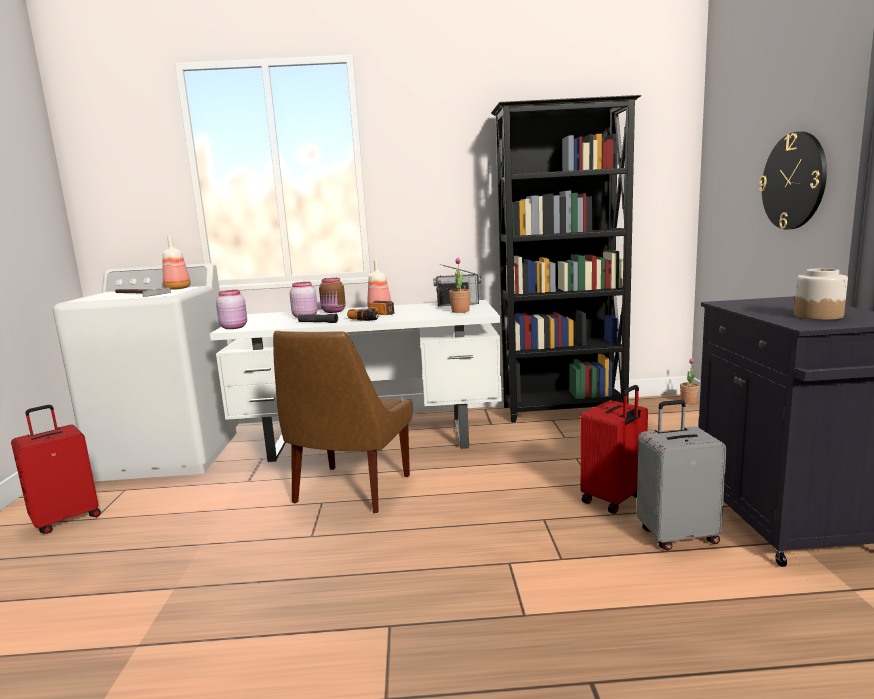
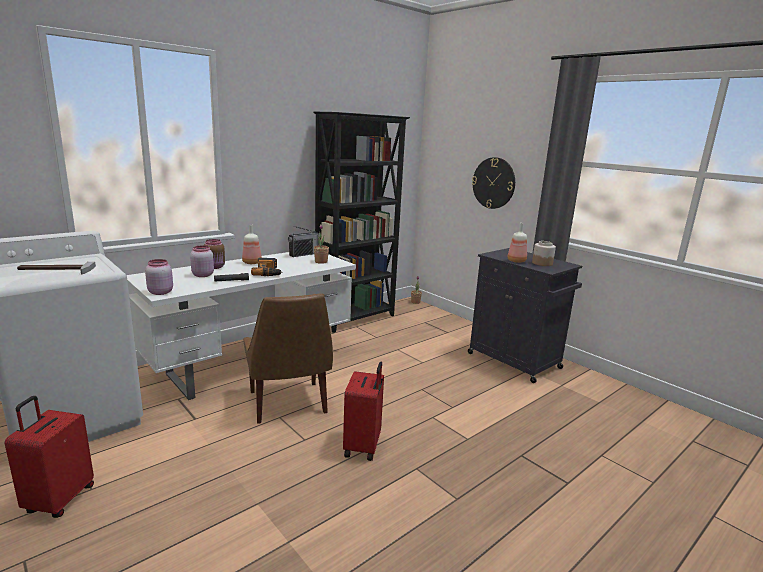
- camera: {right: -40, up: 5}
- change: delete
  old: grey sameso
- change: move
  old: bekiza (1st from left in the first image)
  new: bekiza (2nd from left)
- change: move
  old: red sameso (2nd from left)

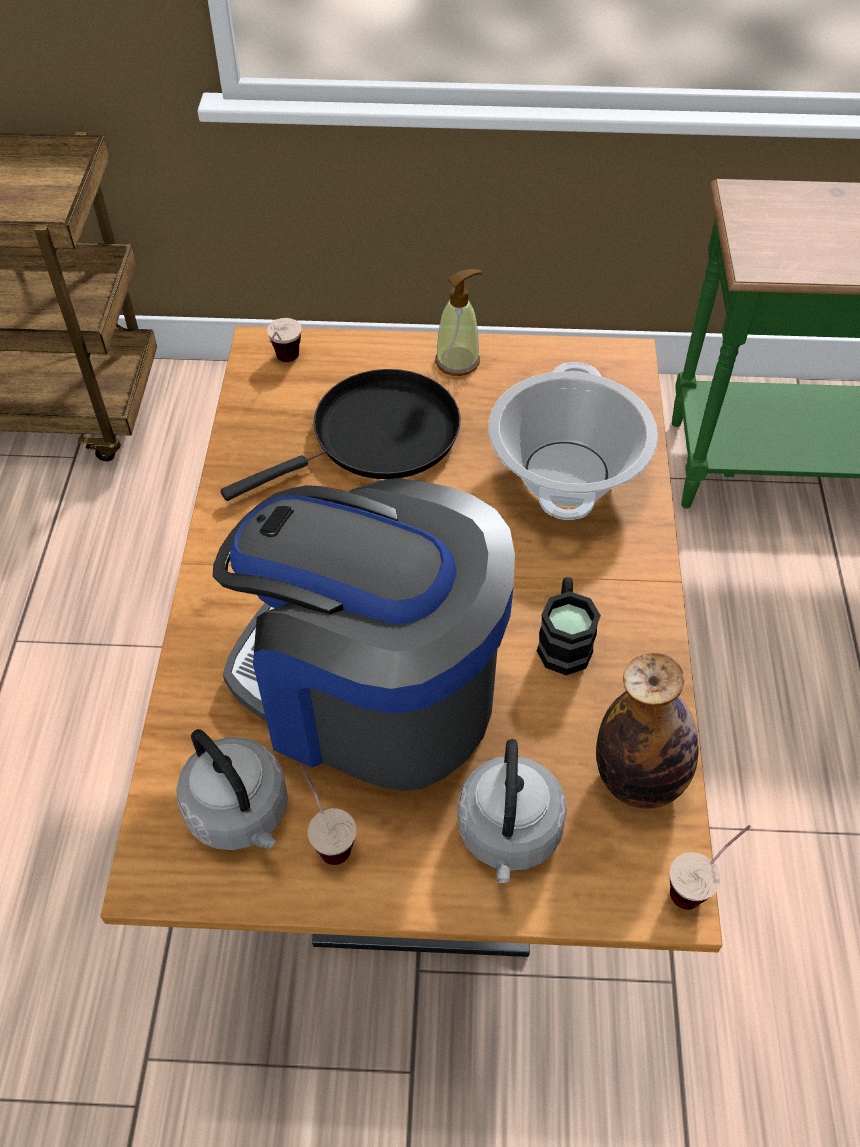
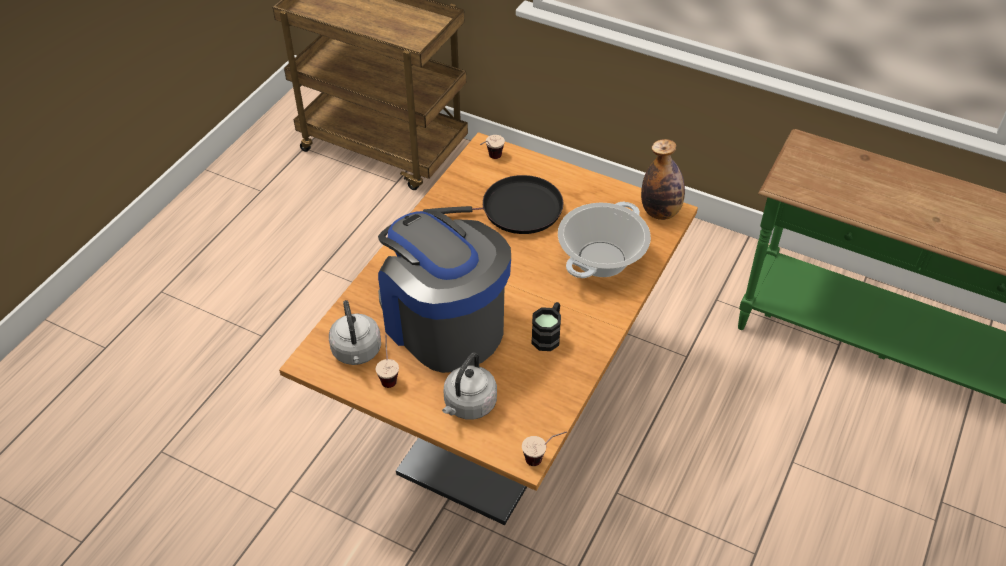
- camera: {right: 25, up: -5}
- change: delete
  old: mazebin
- change: move
  old: bekiza

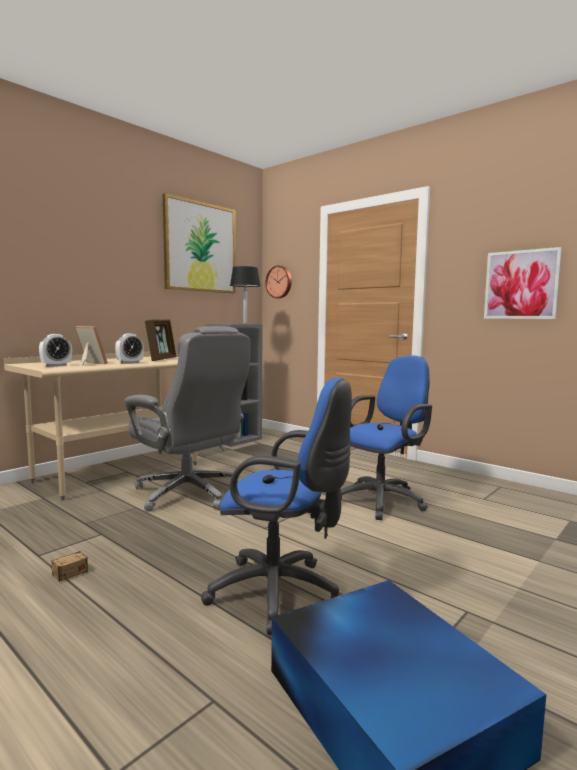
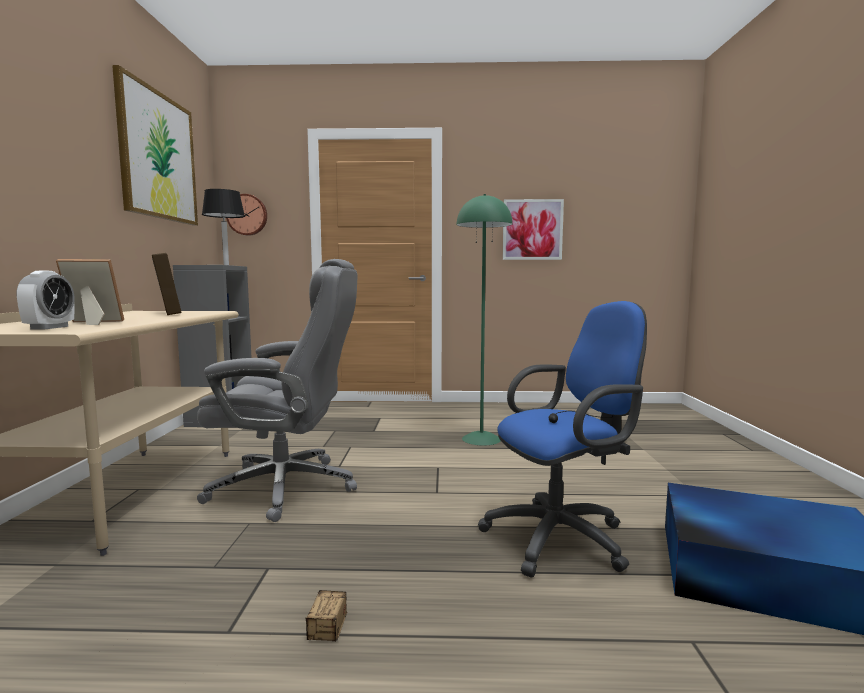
- camera: {right: -40, up: 0}
- change: delete
  old: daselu (2nd from left)
- change: replace
  old: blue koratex (2nd from left)
  new: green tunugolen

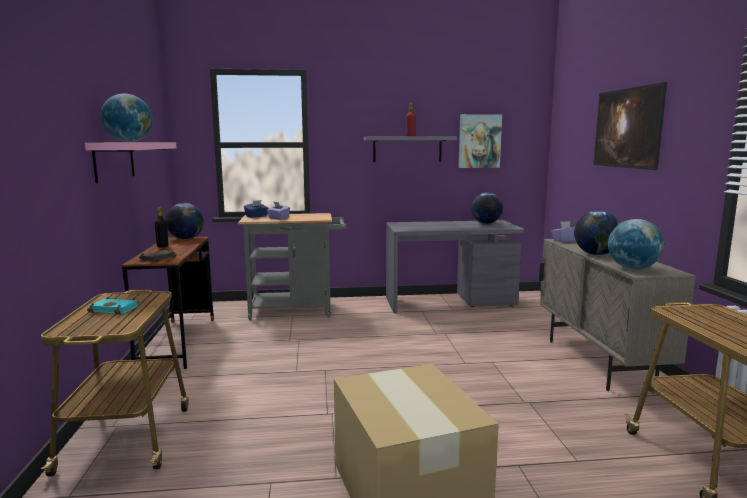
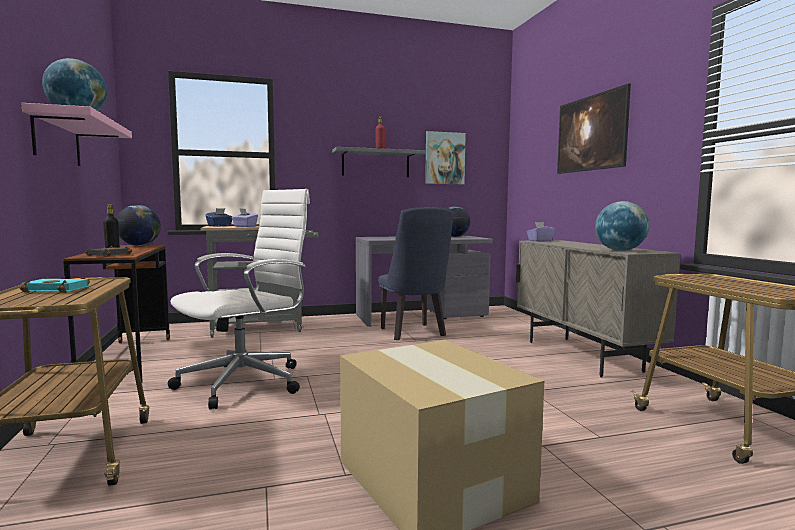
- camera: {right: -10, up: -5}
- change: delete
  old: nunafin (4th from left)
- change: insert
  new: white koratex
- change: insert
  new: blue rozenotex

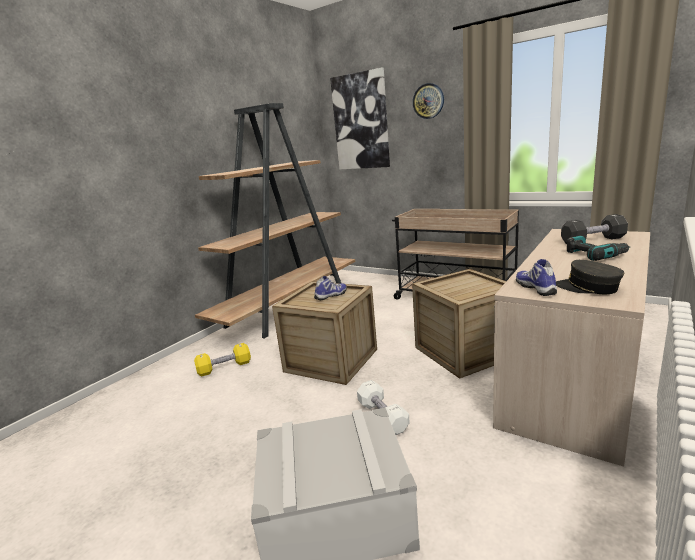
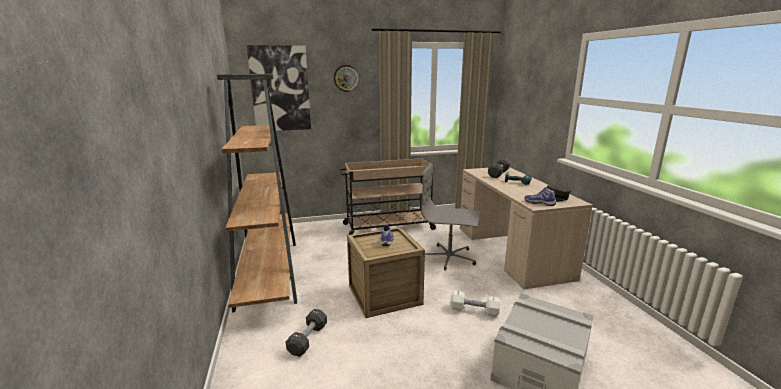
- camera: {right: -50, up: 0}
- change: replace
  old: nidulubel (2nd from left)
  new: grey koratex
- change: recolor
  old: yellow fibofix
  new: black fibofix (1st from left)

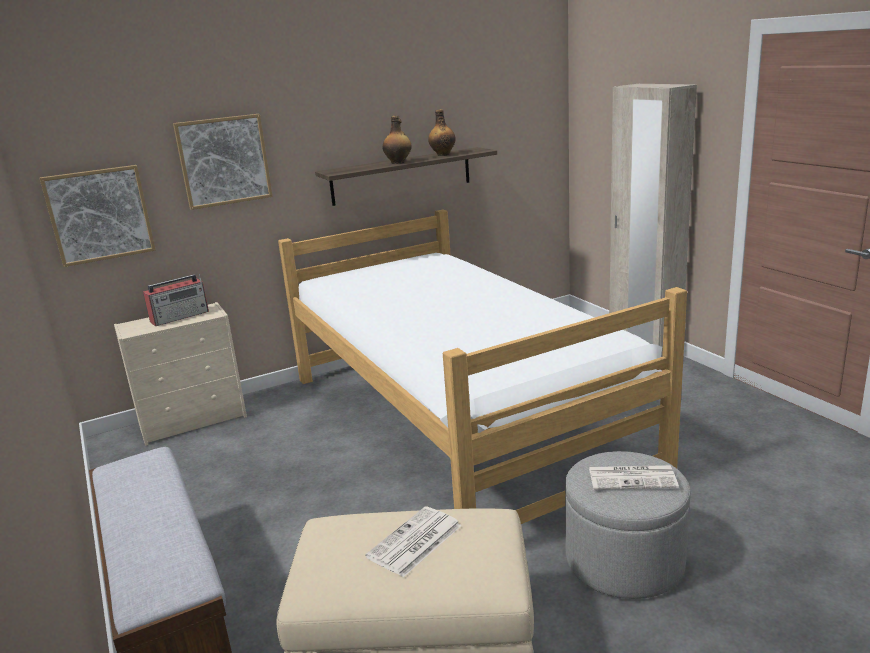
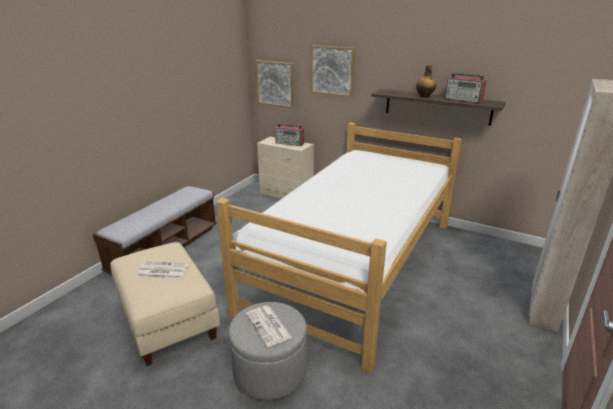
- camera: {right: 55, up: 5}
- change: replace
  old: bekiza (2nd from left)
  new: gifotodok (2nd from left)

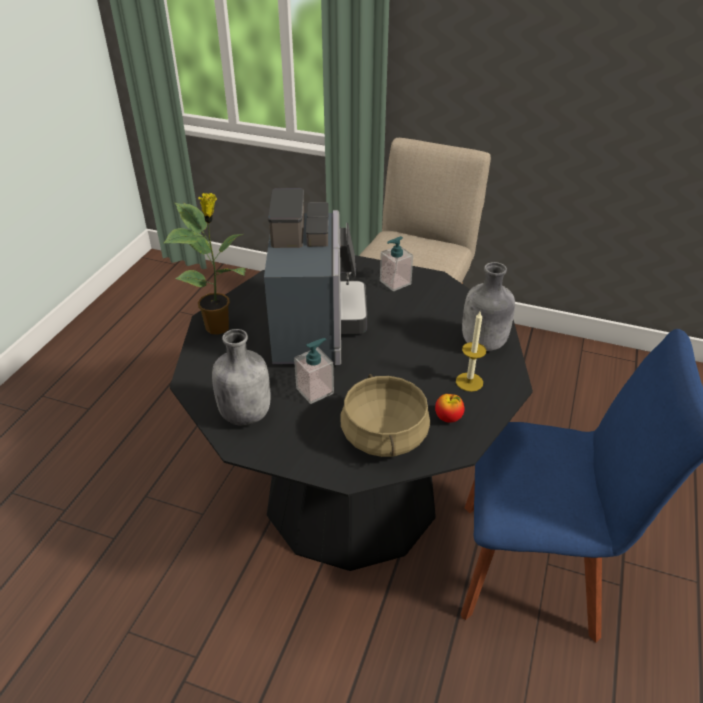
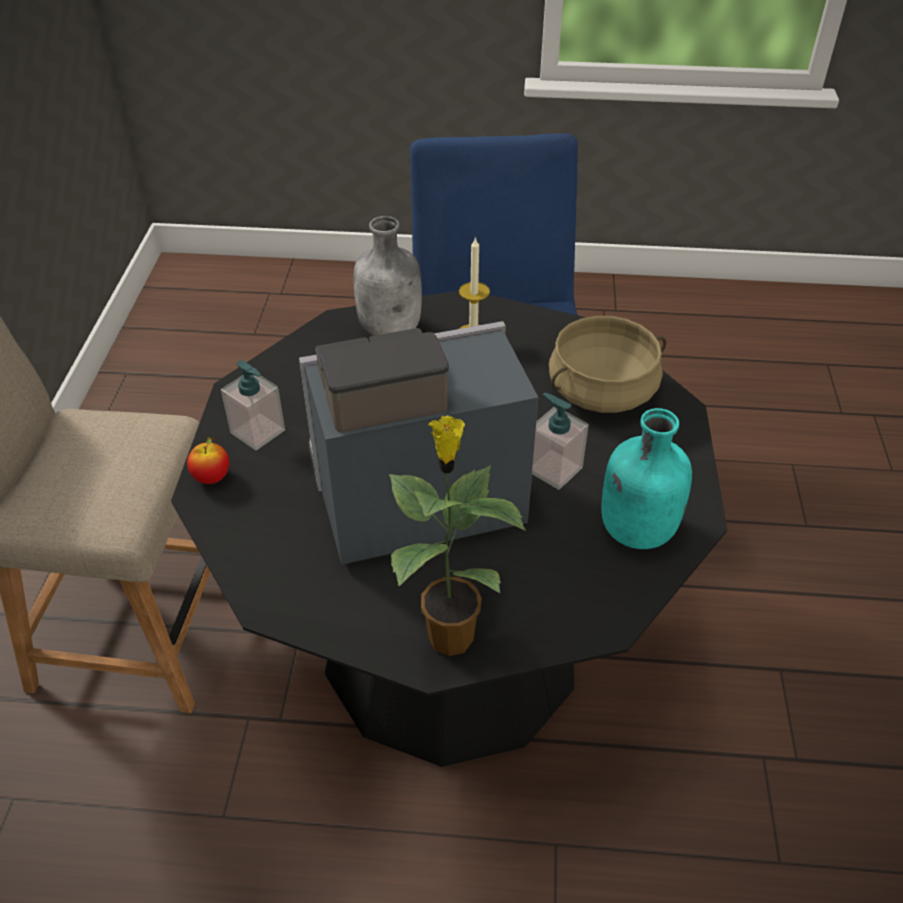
- camera: {right: -105, up: 5}
- change: move
  old: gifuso
- change: recolor
  old: grey bekiza (1st from left)
  new: turquoise bekiza

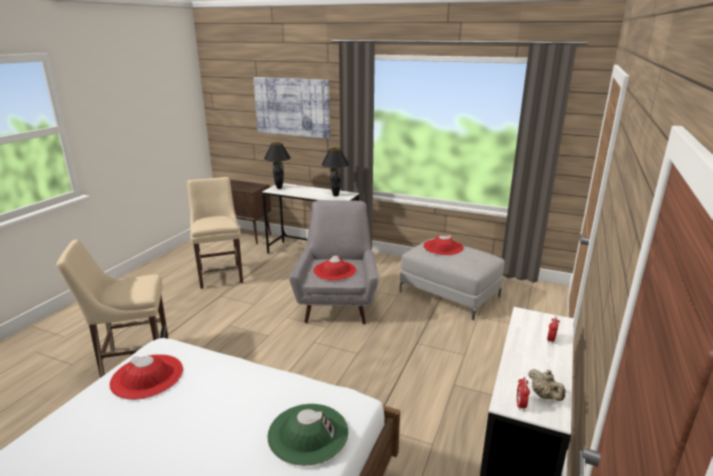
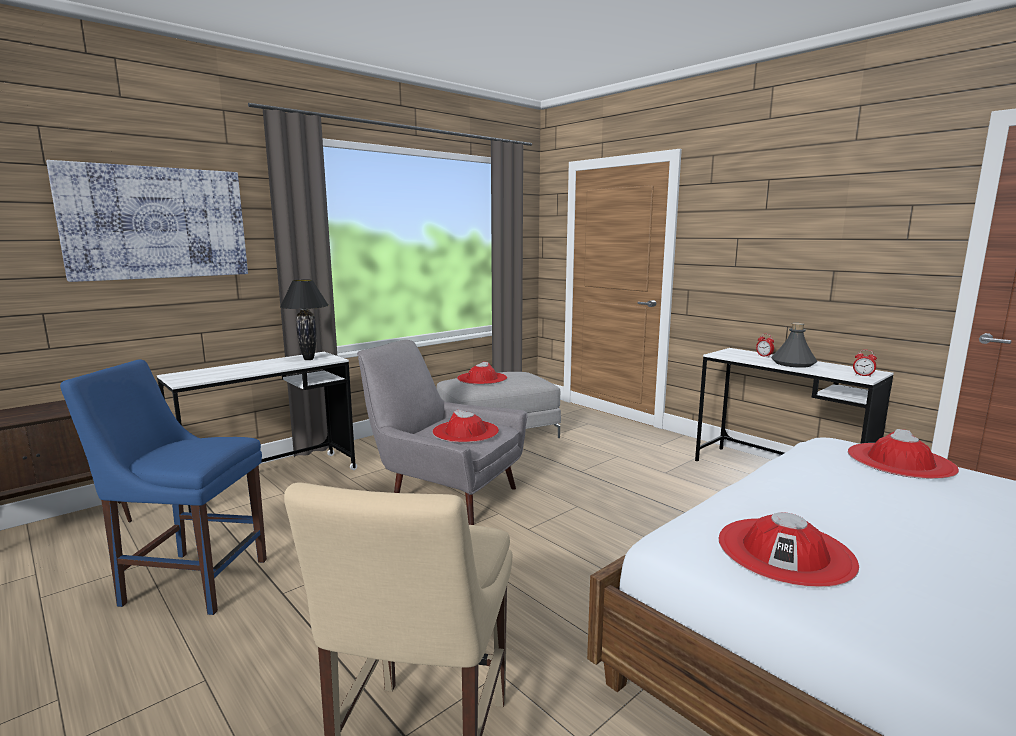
- camera: {right: -65, up: -10}
- change: delete
  old: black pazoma (1st from left)
- change: delete
  old: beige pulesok
- change: insert
  new: grey bekiza
- change: recolor
  old: beige rozenotex (2nd from left)
  new: blue rozenotex
- change: recolor
  old: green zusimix
  new: red zusimix (4th from left)

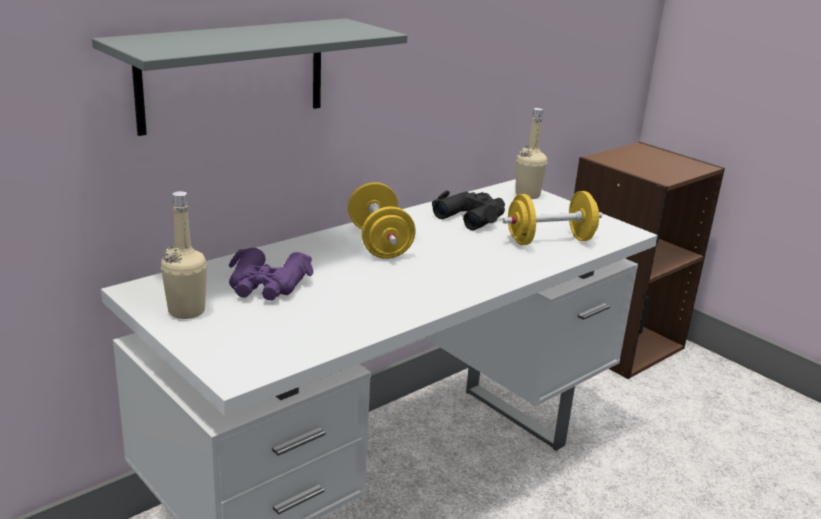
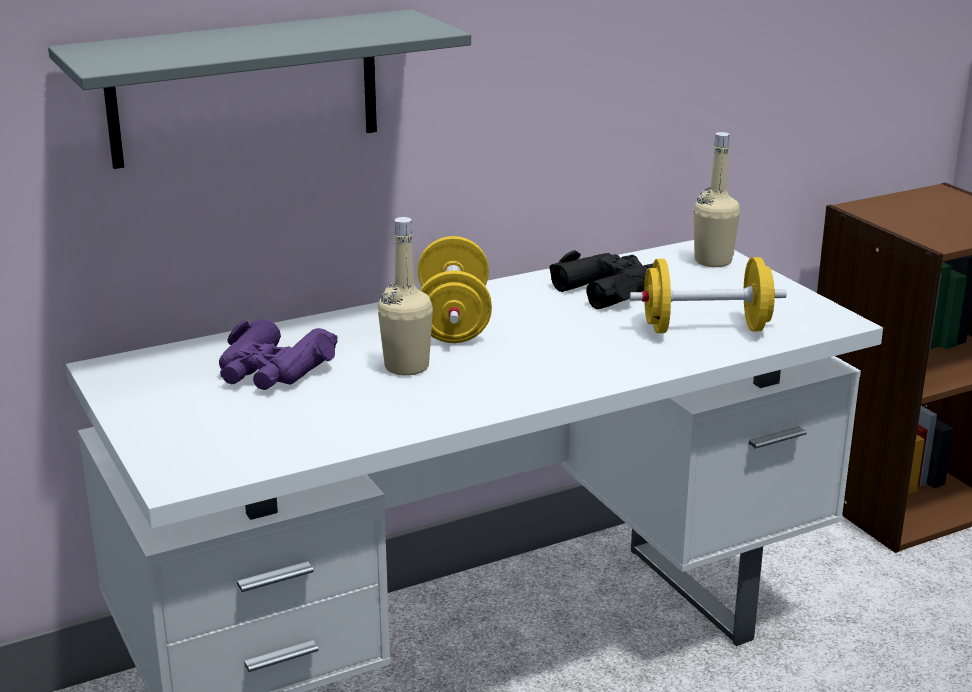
- camera: {right: 15, up: 0}
- change: move
  old: beige bekiza (1st from left)

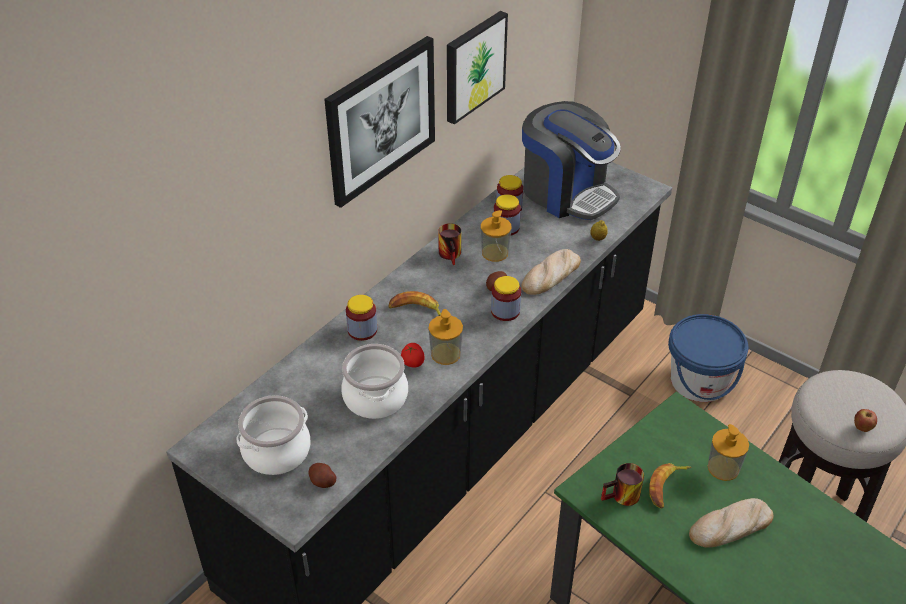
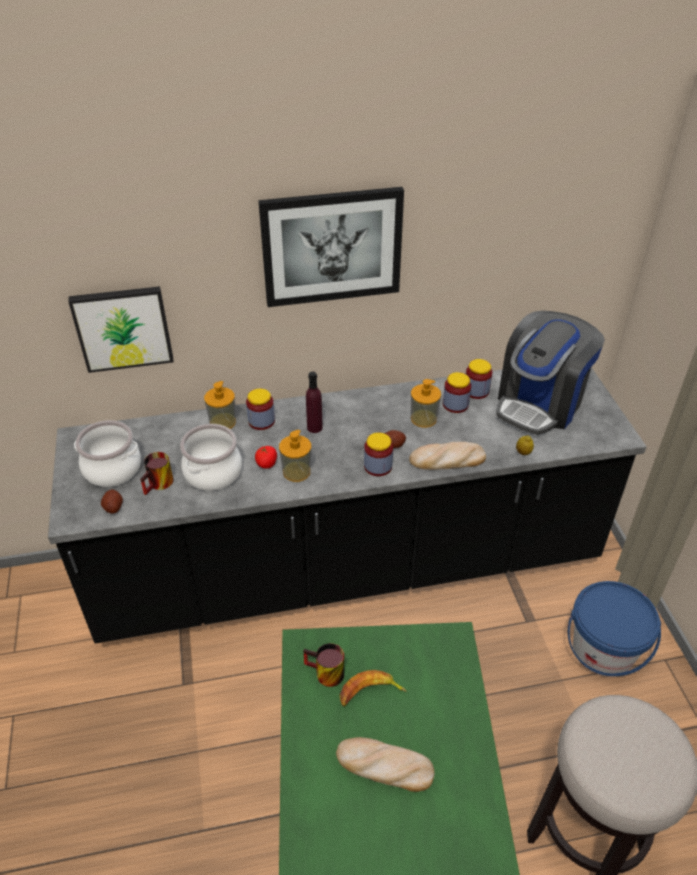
- camera: {right: 40, up: 0}
- change: delete
  old: gifuso
- change: move
  old: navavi (1st from left)
- change: move
  old: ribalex (2nd from left in the first image)
  new: ribalex (1st from left)
- change: move
  old: mazebin (3rd from left in the first image)
  new: mazebin (1st from left)
- change: replace
  old: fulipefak (1st from left)
  new: purple bekiza
- change: rotate
  old: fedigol
  degrees: 45

